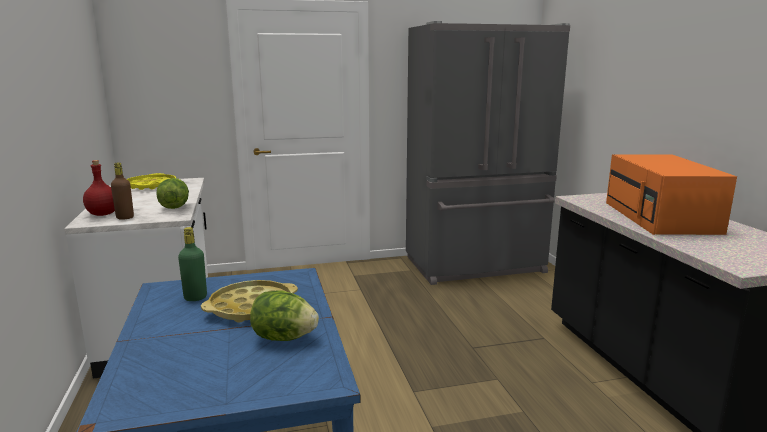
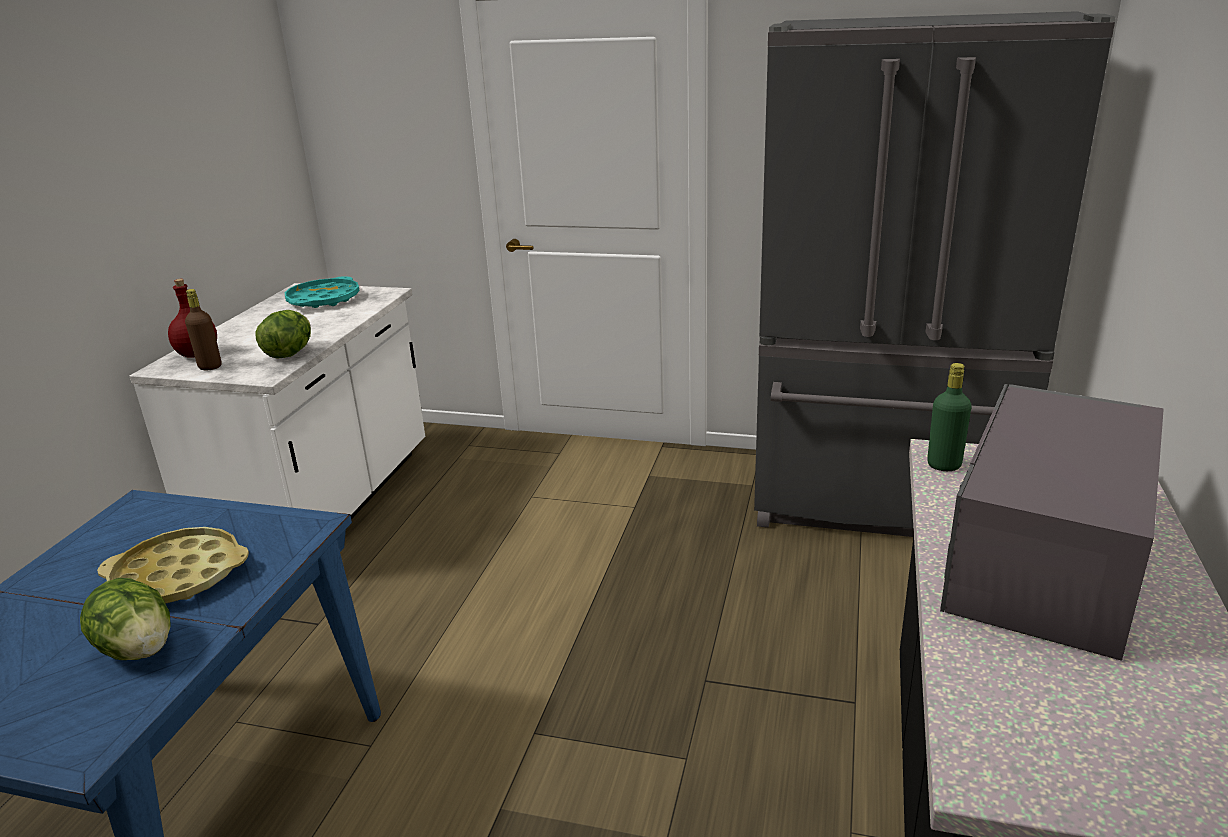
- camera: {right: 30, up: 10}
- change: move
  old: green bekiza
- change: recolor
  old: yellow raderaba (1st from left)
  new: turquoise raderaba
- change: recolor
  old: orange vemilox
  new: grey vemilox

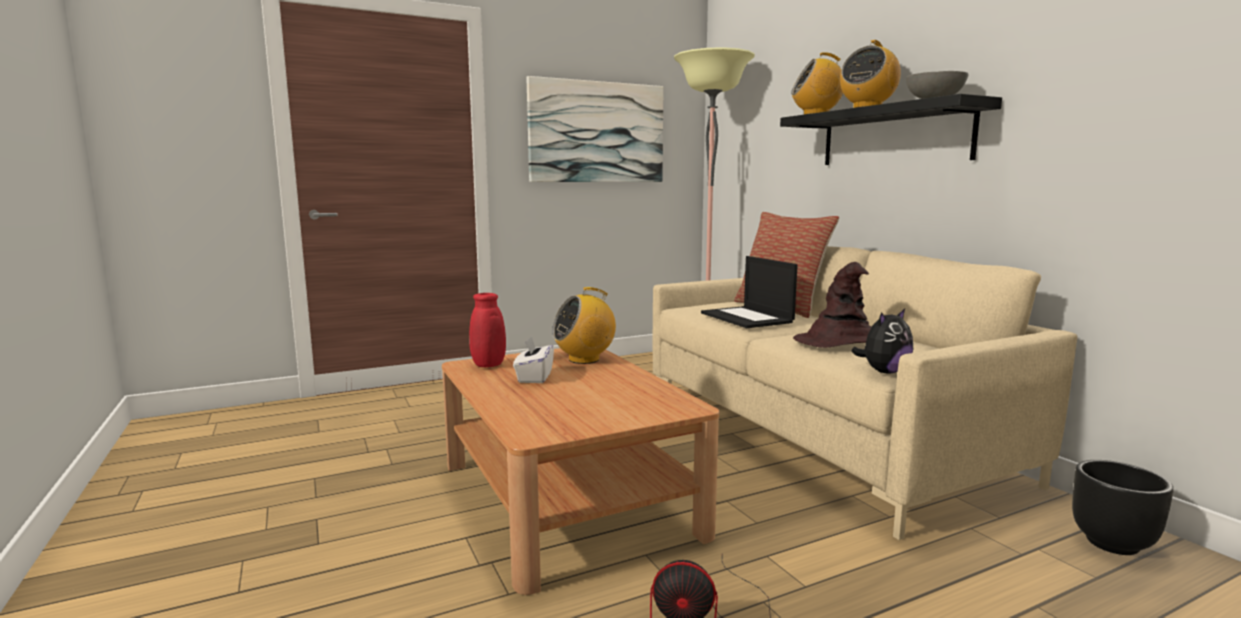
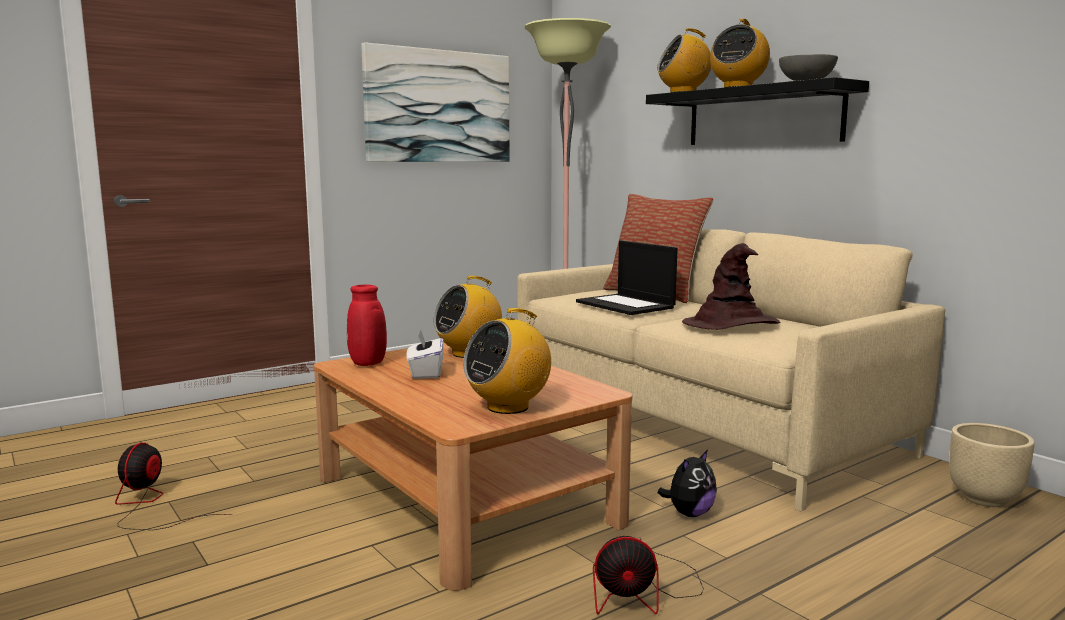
- camera: {right: -10, up: 0}
- change: insert
  new: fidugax (1st from left)
- change: insert
  new: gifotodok (2nd from left)
- change: move
  old: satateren
- change: recolor
  old: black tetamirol
  new: beige tetamirol

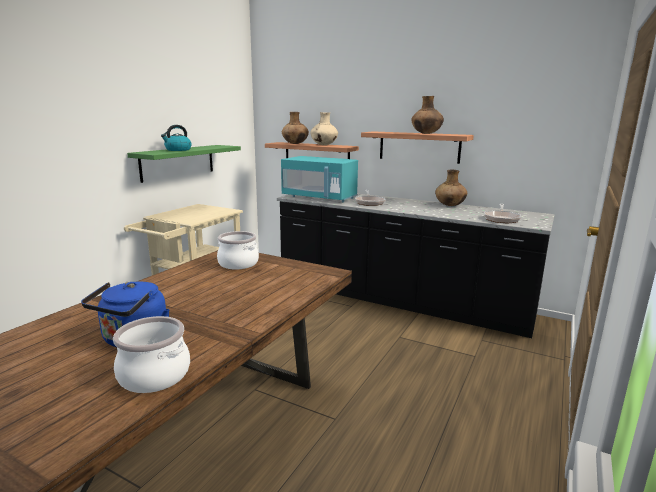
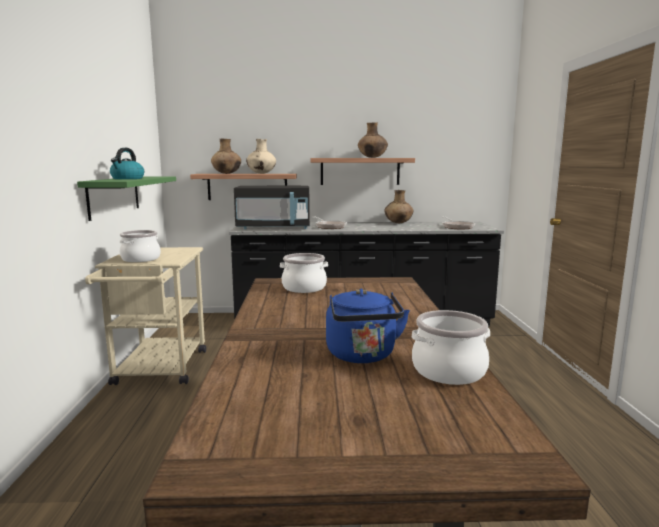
- camera: {right: -30, up: -5}
- change: insert
  new: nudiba (1st from left)
- change: recolor
  old: turquoise vemilox
  new: black vemilox

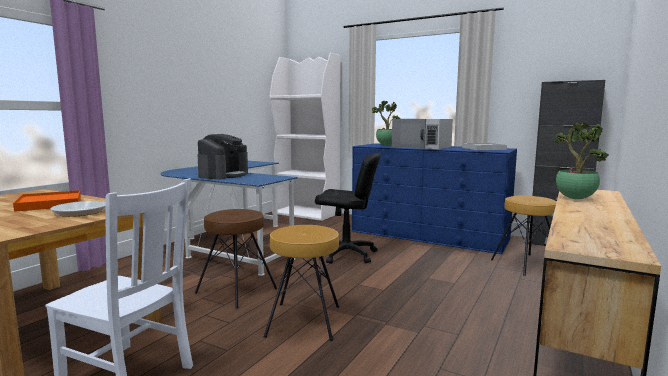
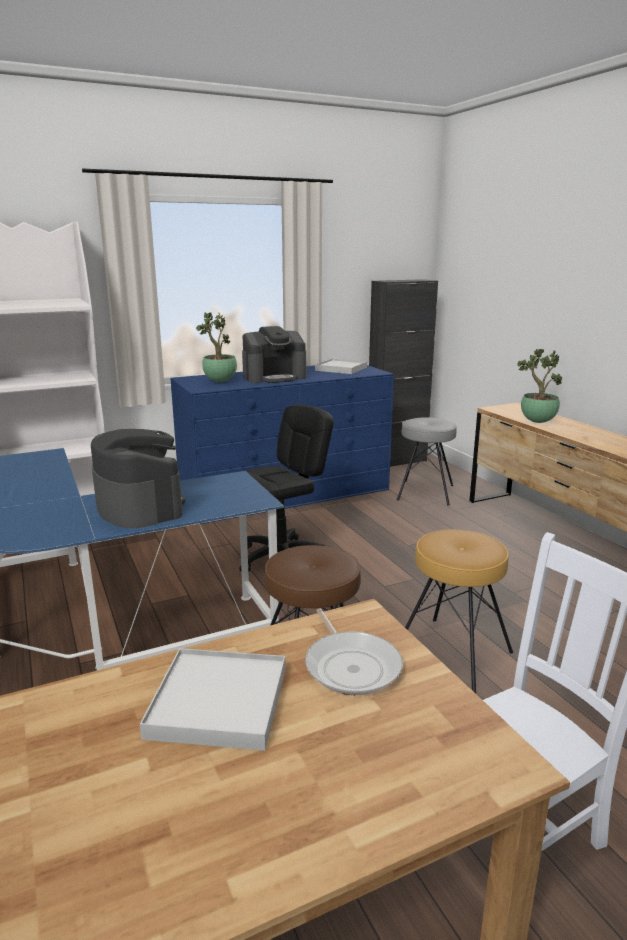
- camera: {right: -55, up: 10}
- change: replace
  old: white vemilox
  new: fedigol (2nd from left)
- change: recolor
  old: orange raderaba
  new: white raderaba (1st from left)
- change: recolor
  old: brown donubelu (3rd from left)
  new: grey donubelu

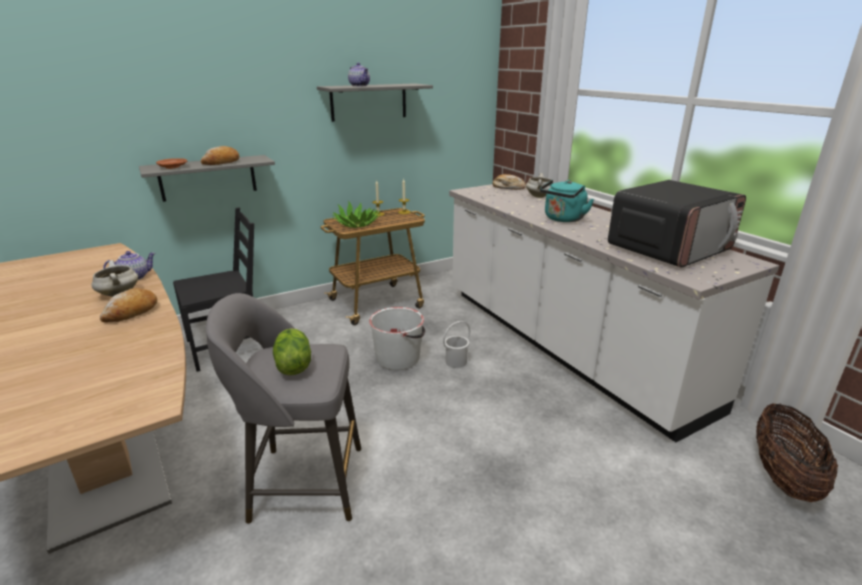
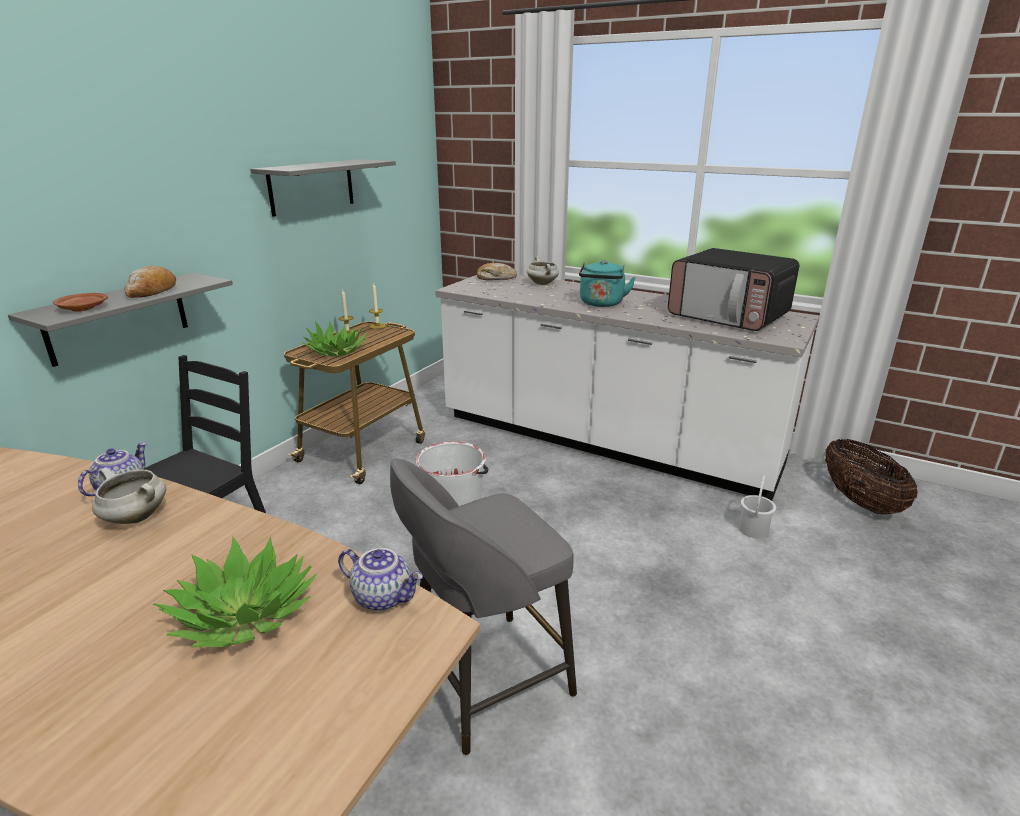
- camera: {right: -30, up: 0}
- change: delete
  old: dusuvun (1st from left)
- change: delete
  old: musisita
- change: insert
  new: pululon (1st from left)
- change: move
  old: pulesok (2nd from left)
- change: move
  old: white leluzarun (2nd from left)
- change: rotate
  old: vemilox
  degrees: 105

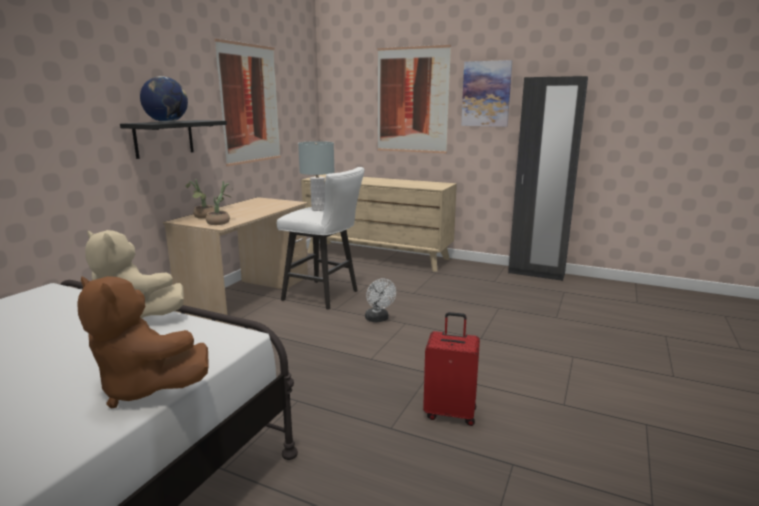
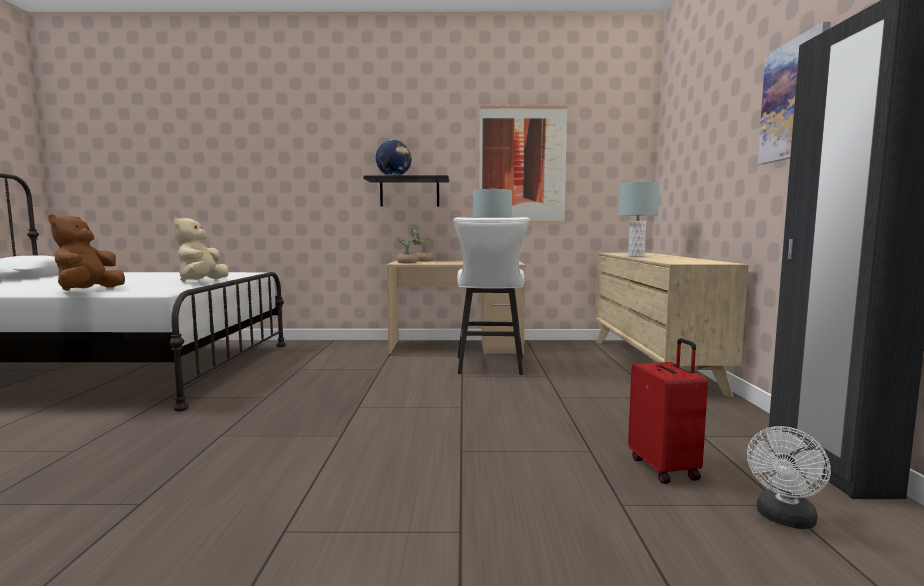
- camera: {right: 65, up: -10}
- change: delete
  old: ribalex (2nd from left)
- change: insert
  new: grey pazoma (2nd from left)
- change: move
  old: white fidugax
- change: move
  old: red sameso

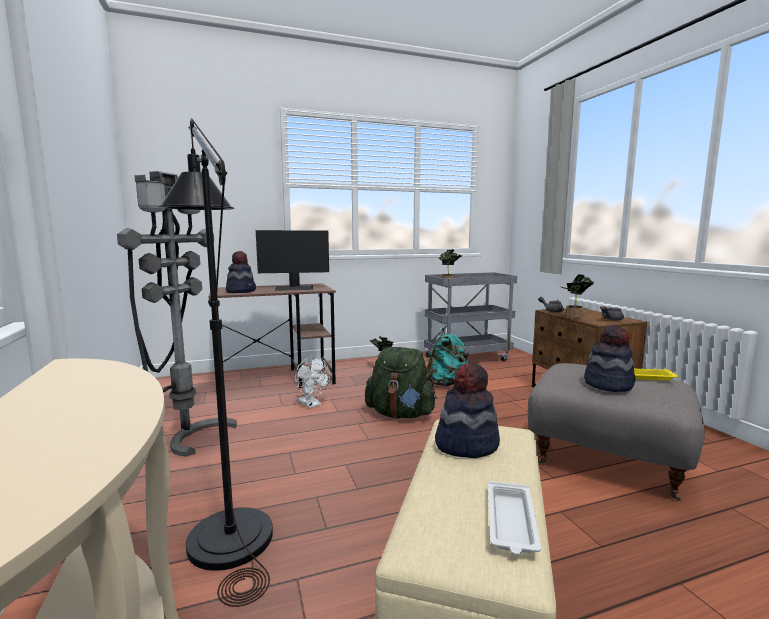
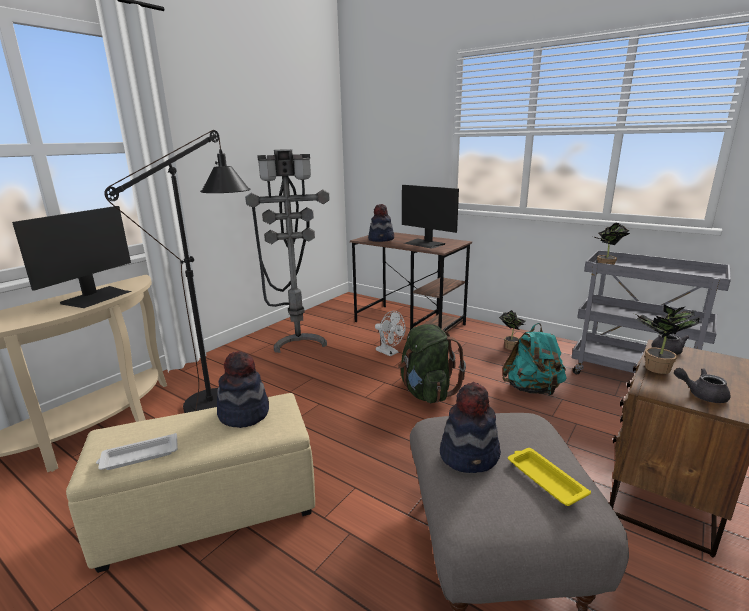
- camera: {right: 55, up: 10}
- change: insert
  new: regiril (1st from left)
- change: rotate
  old: white fidugax
  degrees: -60

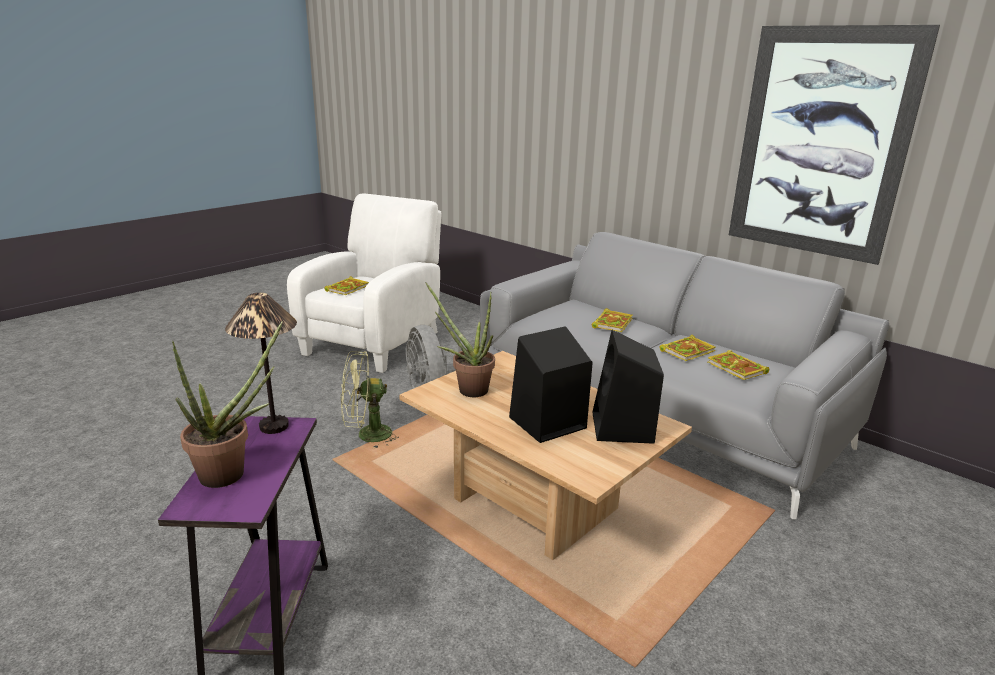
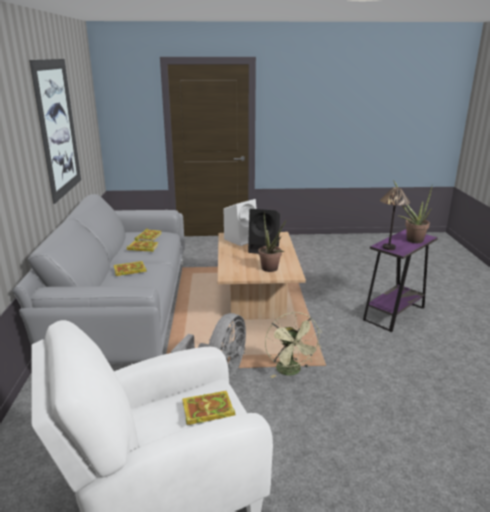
- camera: {right: -135, up: 0}
- change: recolor
  old: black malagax (2nd from left)
  new: white malagax
- change: rotate
  old: green fidugax
  degrees: 45

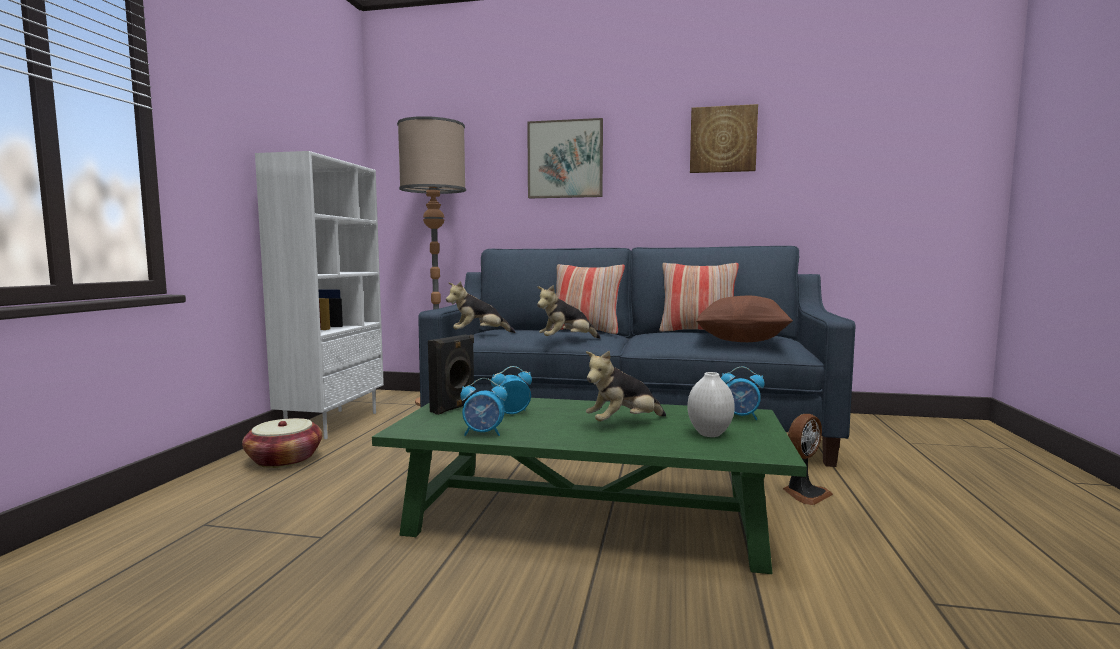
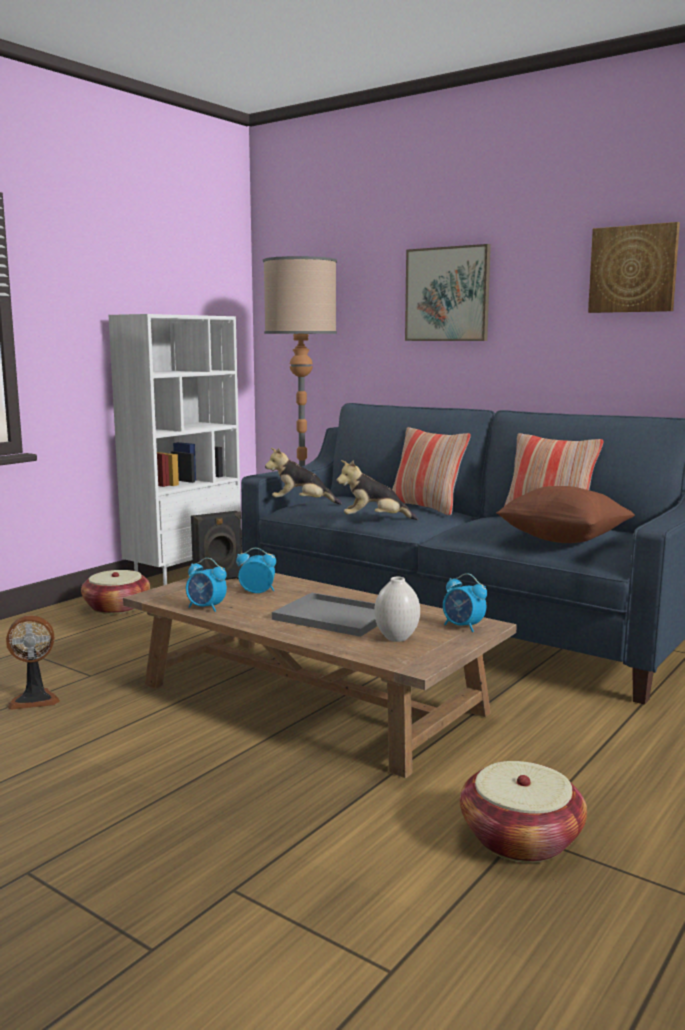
- camera: {right: 25, up: 5}
- change: insert
  new: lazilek (2nd from left)
- change: move
  old: fidugax
- change: replace
  old: satateren (3rd from left)
  new: grey raderaba
- change: recolor
  old: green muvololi
  new: brown muvololi

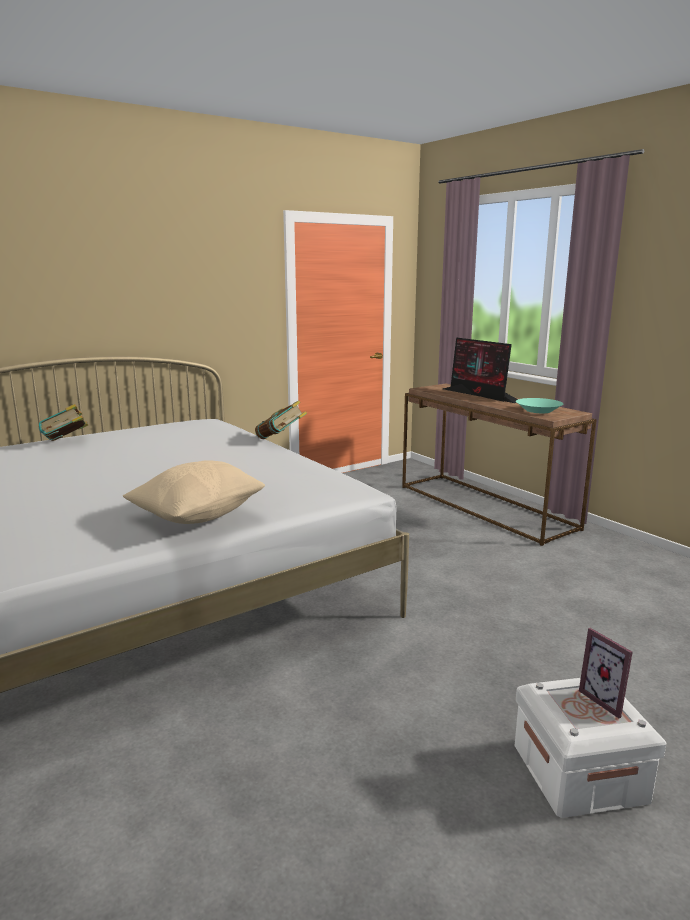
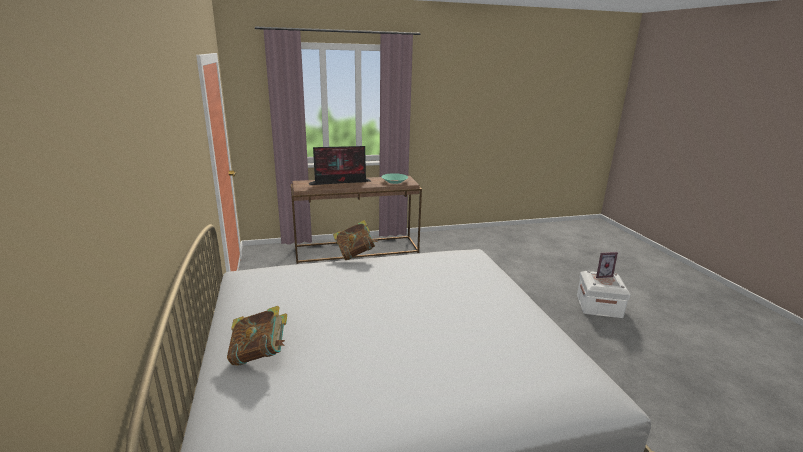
- camera: {right: -70, up: 5}
- change: delete
  old: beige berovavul

